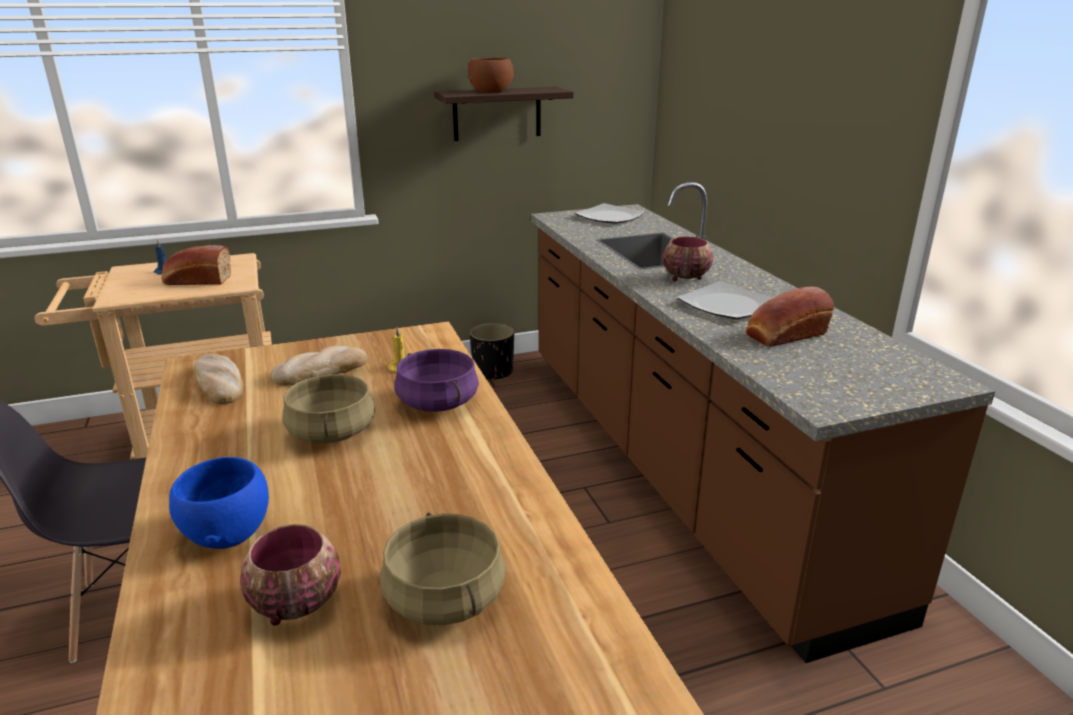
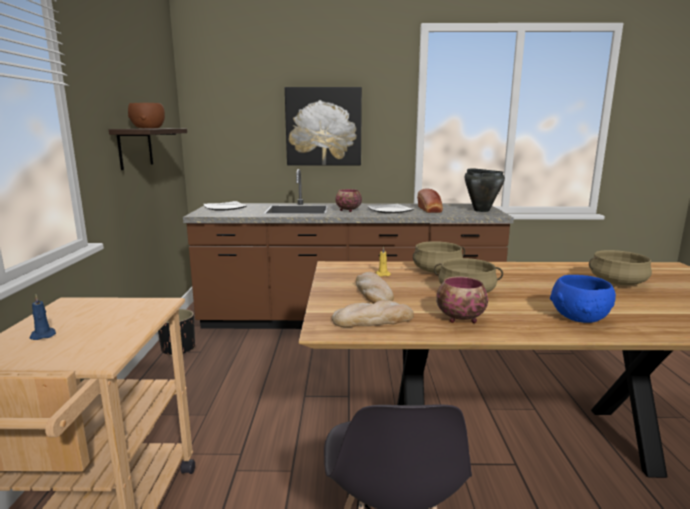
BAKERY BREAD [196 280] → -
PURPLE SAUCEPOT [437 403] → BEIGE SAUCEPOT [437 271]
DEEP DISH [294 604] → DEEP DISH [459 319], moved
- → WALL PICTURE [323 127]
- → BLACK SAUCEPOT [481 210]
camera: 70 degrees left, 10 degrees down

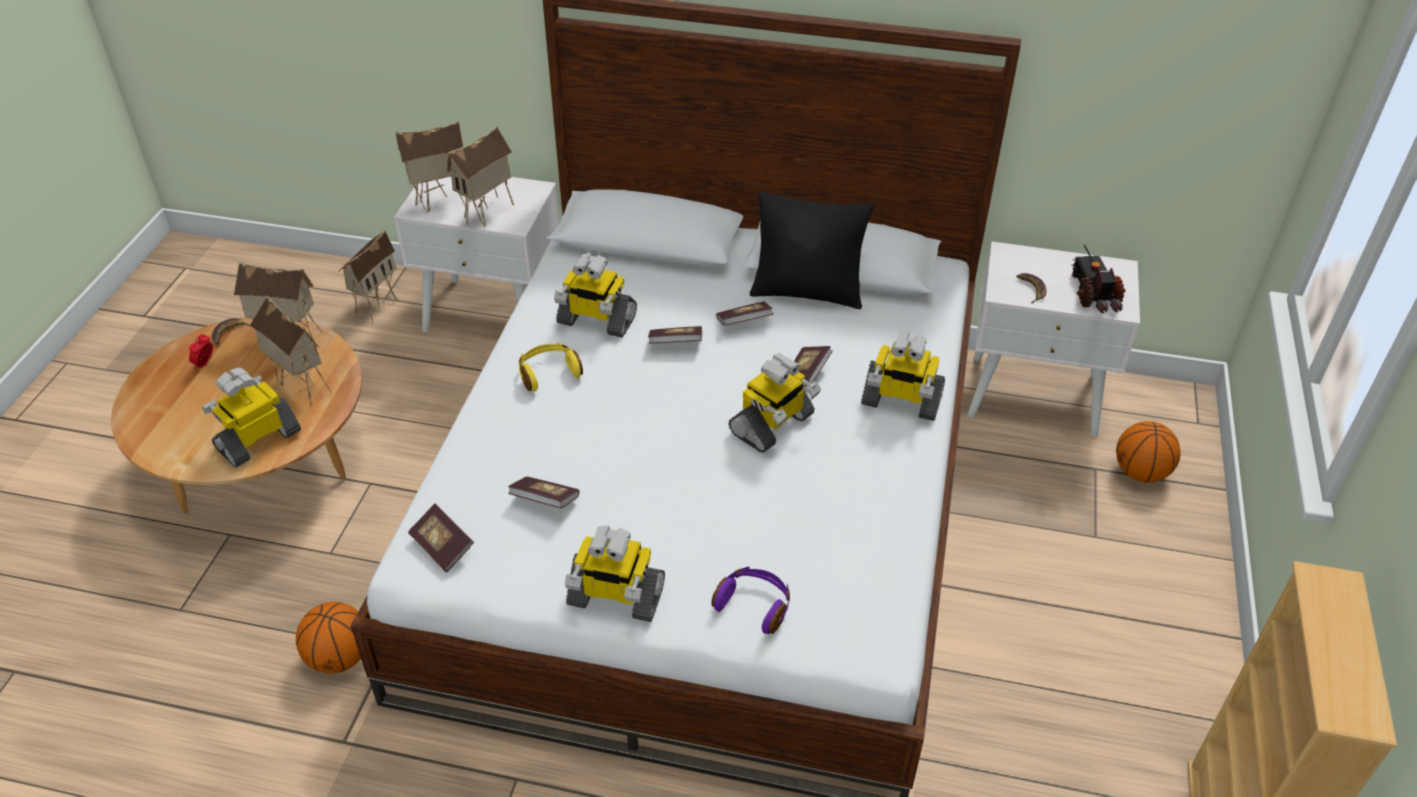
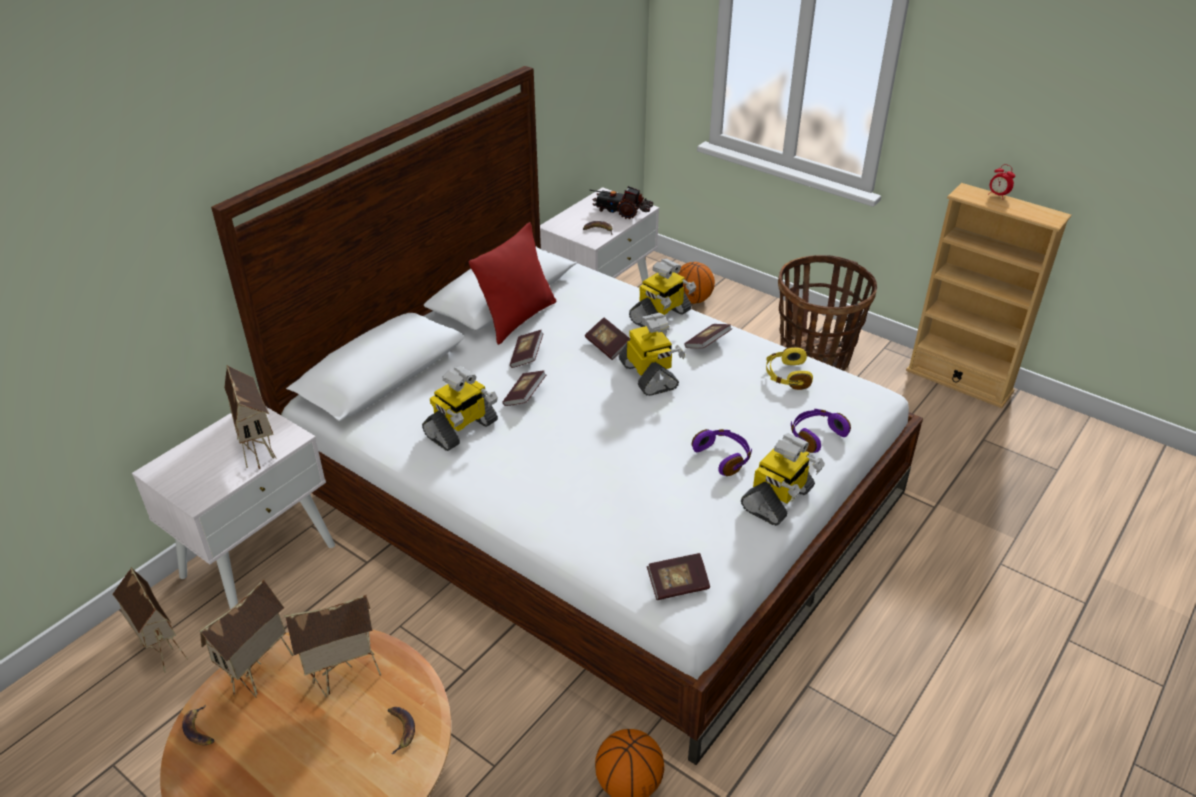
MODEL HOUSE [441 203] → -
BLACK CUSHION [807 293] → RED-COLOURED CUSHION [518 319]
TABLE CLOCK [205 365] → TABLE CLOCK [997 195], moved
YELLOWISH PAIR OF HEADPHONES [549 373] → YELLOWISH PAIR OF HEADPHONES [786 376], moved
MODEL ROBOT [258 439] → BANANA FRUIT [400 729]
BOOK [545 501] → BOOK [707 344], moved
- → HOUSEHOLD BASKET [815 358]
- → PURPLE PAIR OF HEADPHONES [723 457]
camera: 65 degrees left, 5 degrees down

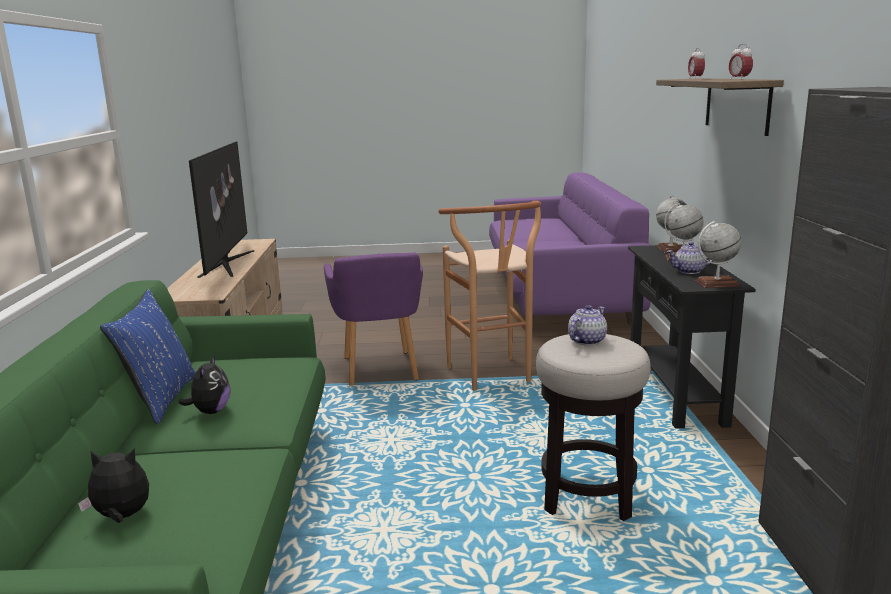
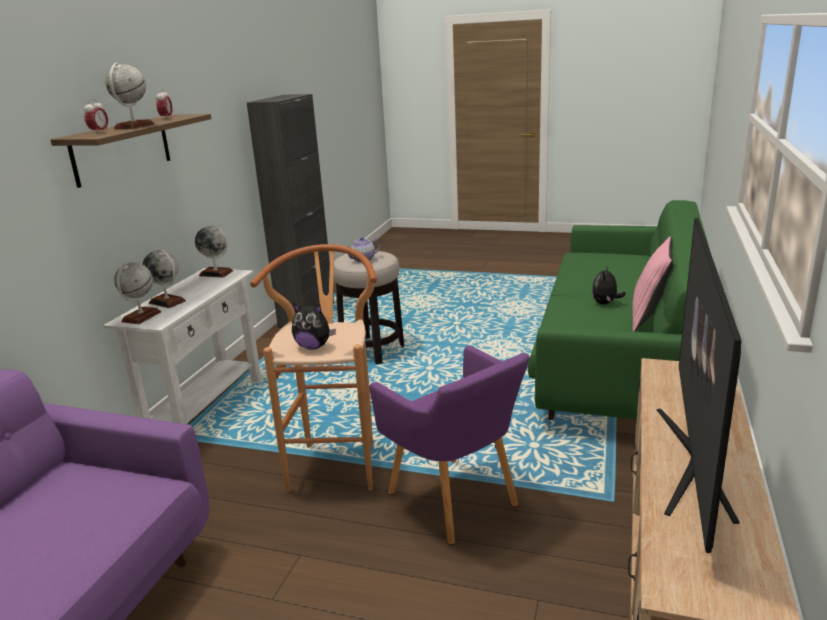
TEAPOT [689 271] → -
BLACK CONSOLE TABLE [675 393] → WHITE-COLOURED CONSOLE TABLE [207 409]
PURPLE ARMCHAIR [379 370] → PURPLE ARMCHAIR [456 502], 135 degrees clockwise
BLUISH CUSHION [160 400] → PINK-COLOURED CUSHION [649 317]
CUDDLY TOY [122 517] → CUDDLY TOY [313 347], moved
- → WORLD GLOBE [134 126]
camera: 160 degrees left, 5 degrees up

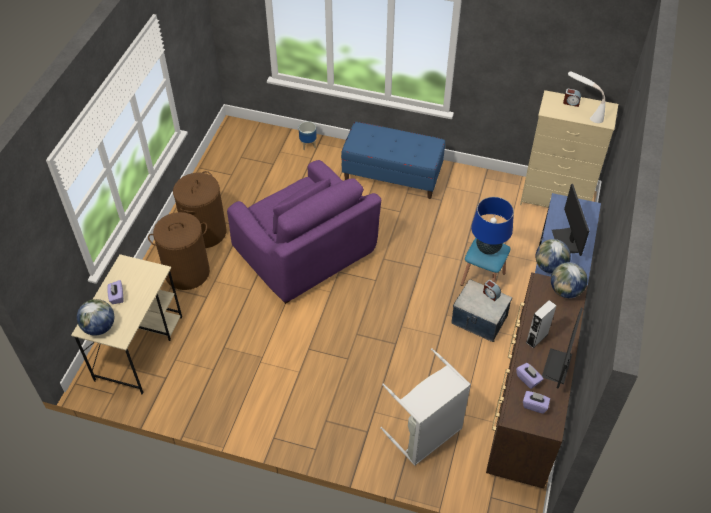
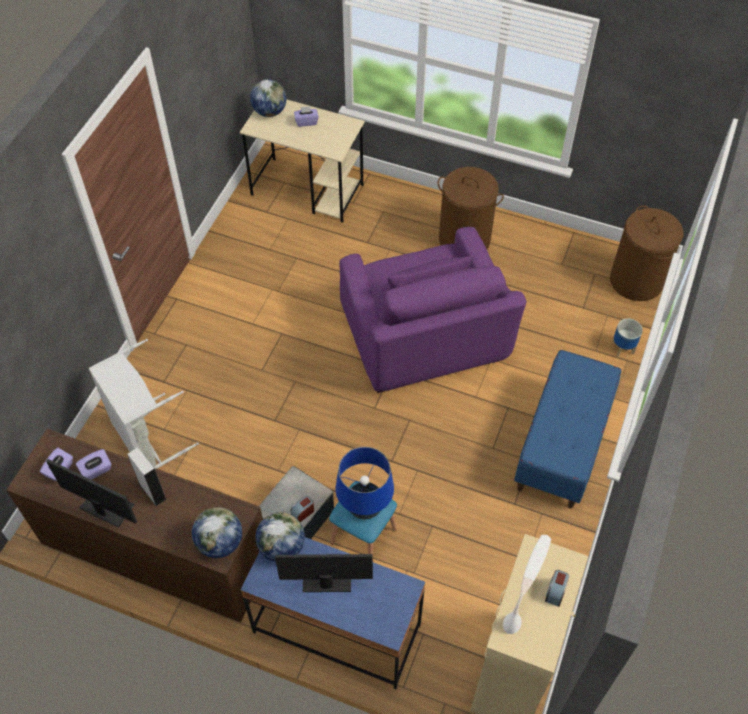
PURPLE ARMCHAIR [306 253] → PURPLE ARMCHAIR [425 337], 75 degrees counterclockwise
BROWN LAUNDRY BASKET [187 272] → BROWN LAUNDRY BASKET [636 281], moved
camera: 95 degrees right, 5 degrees up

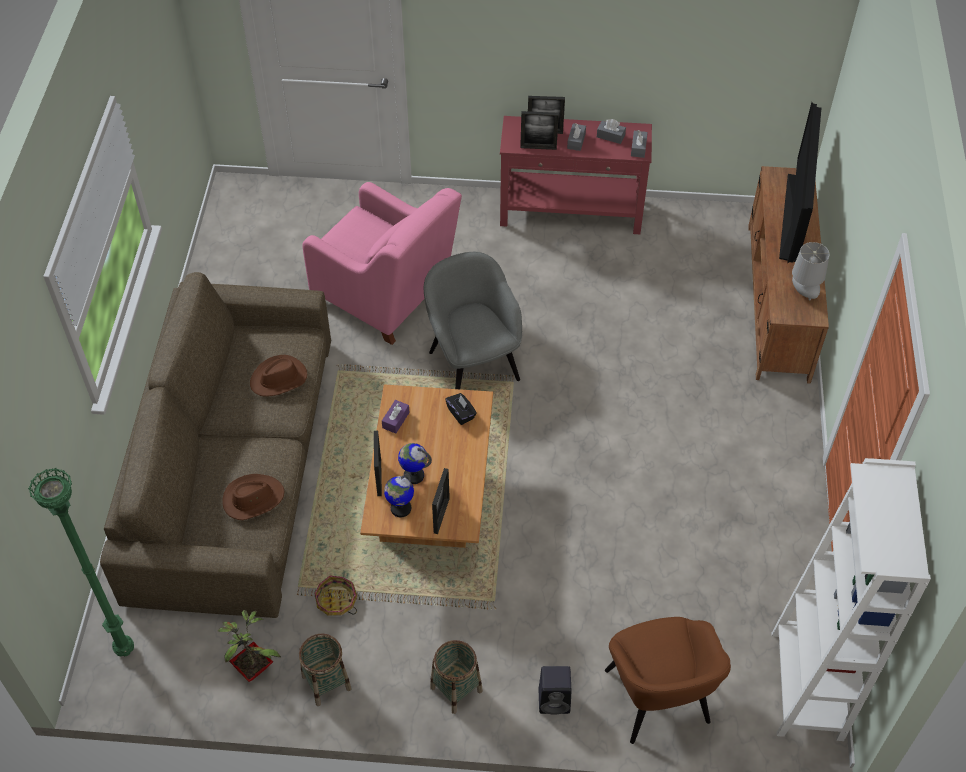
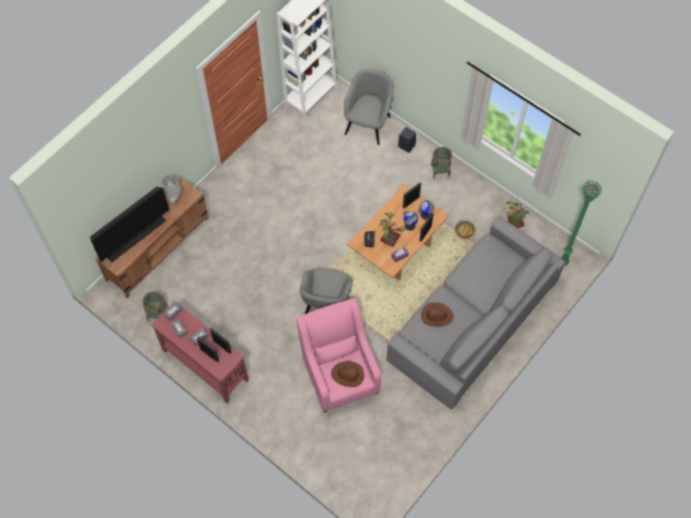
BROWN COUCH [235 467] → GREY COUCH [472 320]
BROWN HAT [253 498] → BROWN HAT [347 375], moved
BROWN ARMCHAIR [658 699] → GREY ARMCHAIR [368 124]
HOUSEHOLD BASKET [326 682] → HOUSEHOLD BASKET [157 314], moved
- → PLANT IN A POT [390 240]
camera: 145 degrees left, 10 degrees up

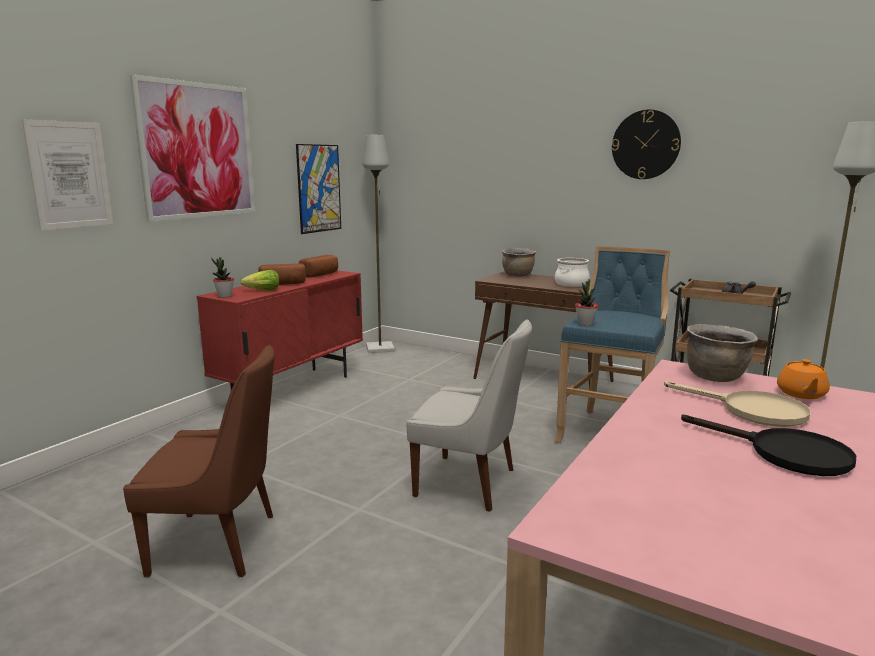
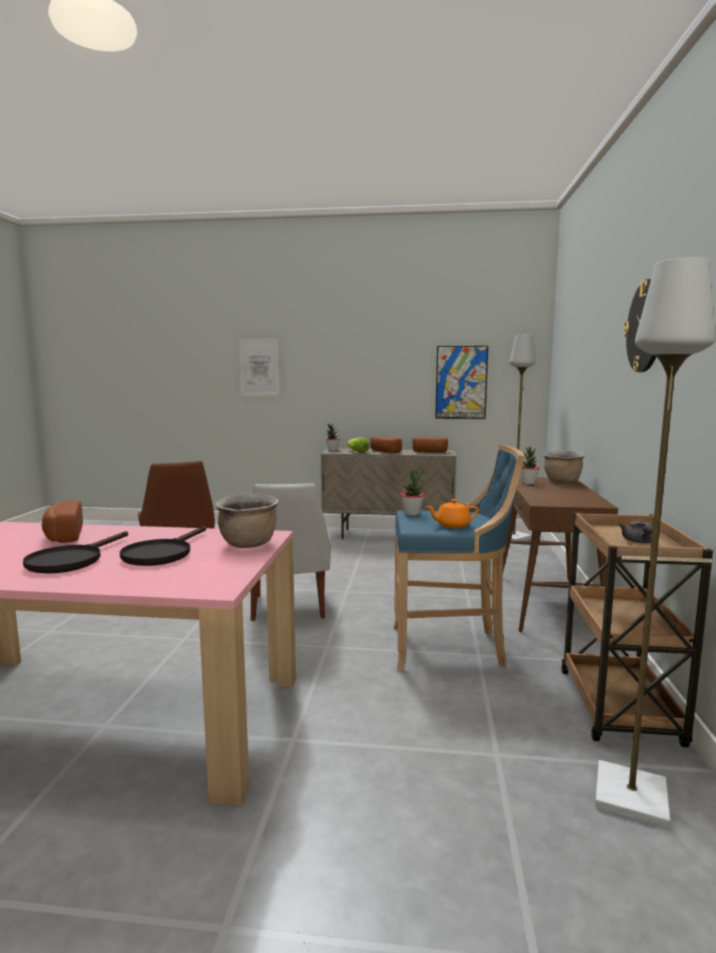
WALL PICTURE [198 151] → -
SAUCEPOT [571 284] → -
RED-COLOURED CABINET [293 389] → BEIGE CABINET [388 535]
ORANGE TEAPOT [801 394] → ORANGE TEAPOT [452 525], moved
BEIGE FRYING PAN [751 411] → BLACK FRYING PAN [162 553]
- → PLANT IN A POT [528 483]
- → BAKERY BREAD [62 535]
camera: 65 degrees right, 5 degrees down

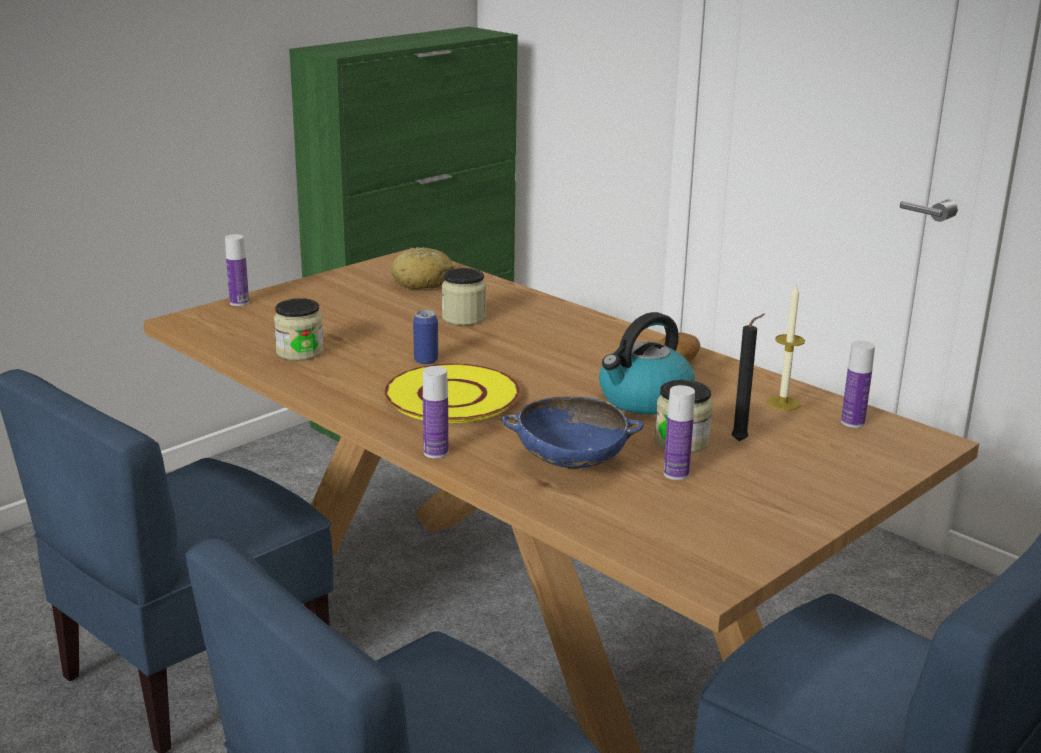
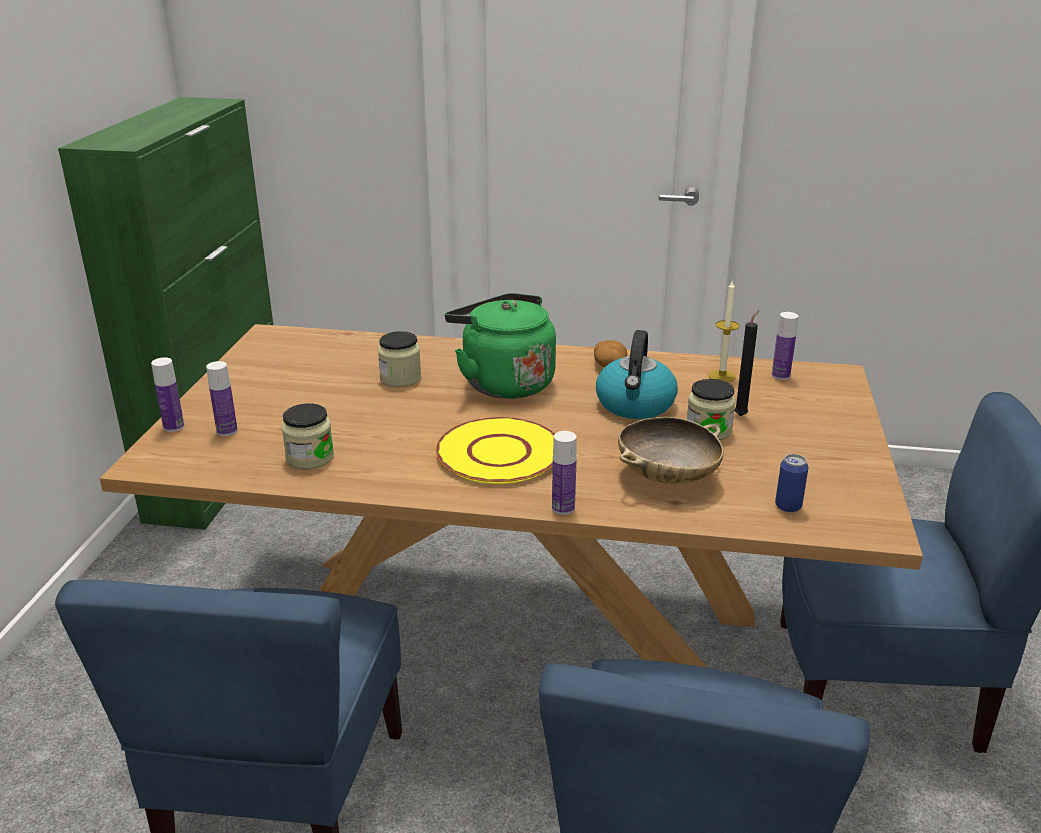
BAKERY BREAD [423 282] → -
SEALED CAN [426 361] → SEALED CAN [788 506], moved
DRINK BOTTLE [676 474] → DRINK BOTTLE [227 431], moved
BLUISH DEEP DISH [571 463] → BEIGE DEEP DISH [667 477]
- → GREEN-COLOURED TEA KETTLE [503 382]
camera: 35 degrees left, 5 degrees up

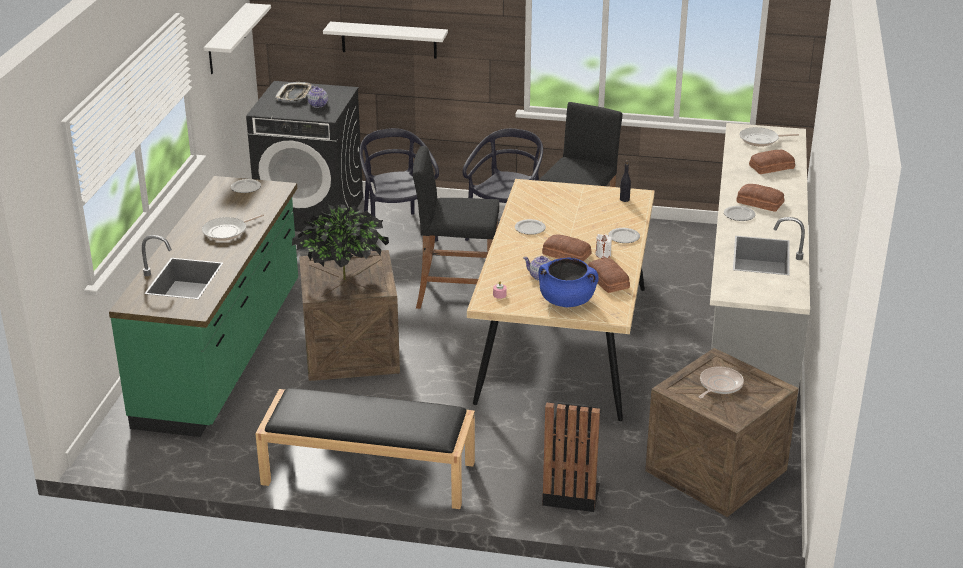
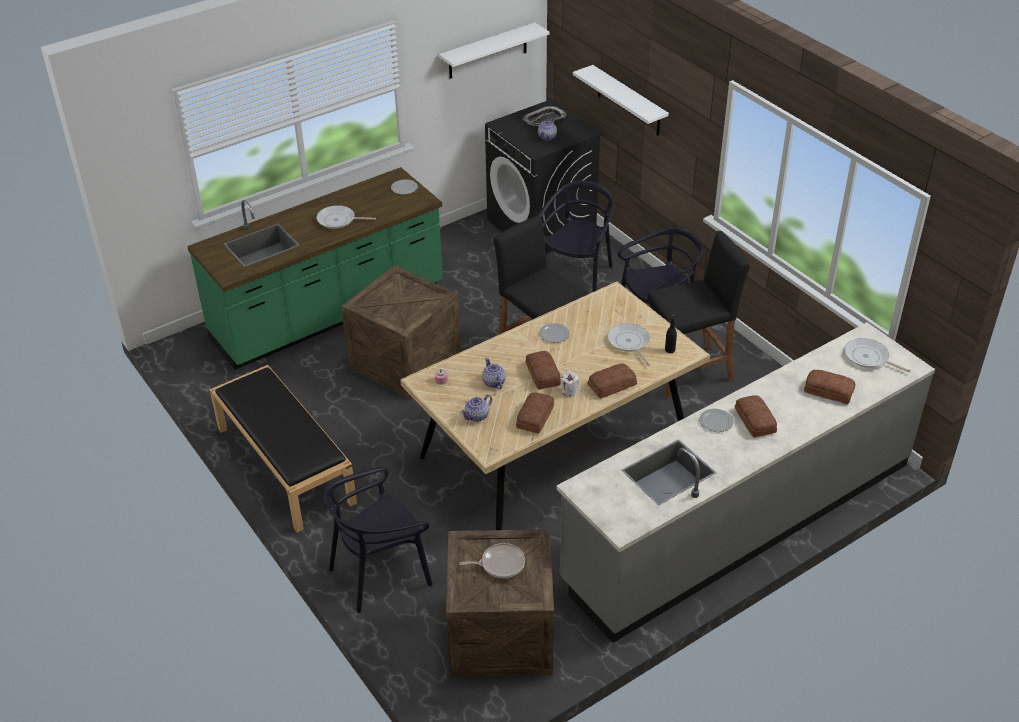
PLANT IN A POT [341 279] → -
FLAT DISH [623 237] → BAKERY BREAD [611 384]
BLUISH SAUCEPOT [567 301] → TEAPOT [477 416]
BLACK WASTE BIN [571 492] → BLACK UPRIGHT CHAIR [380 573]
- → FRYING PAN [629 343]
camera: 45 degrees right, 10 degrees up

